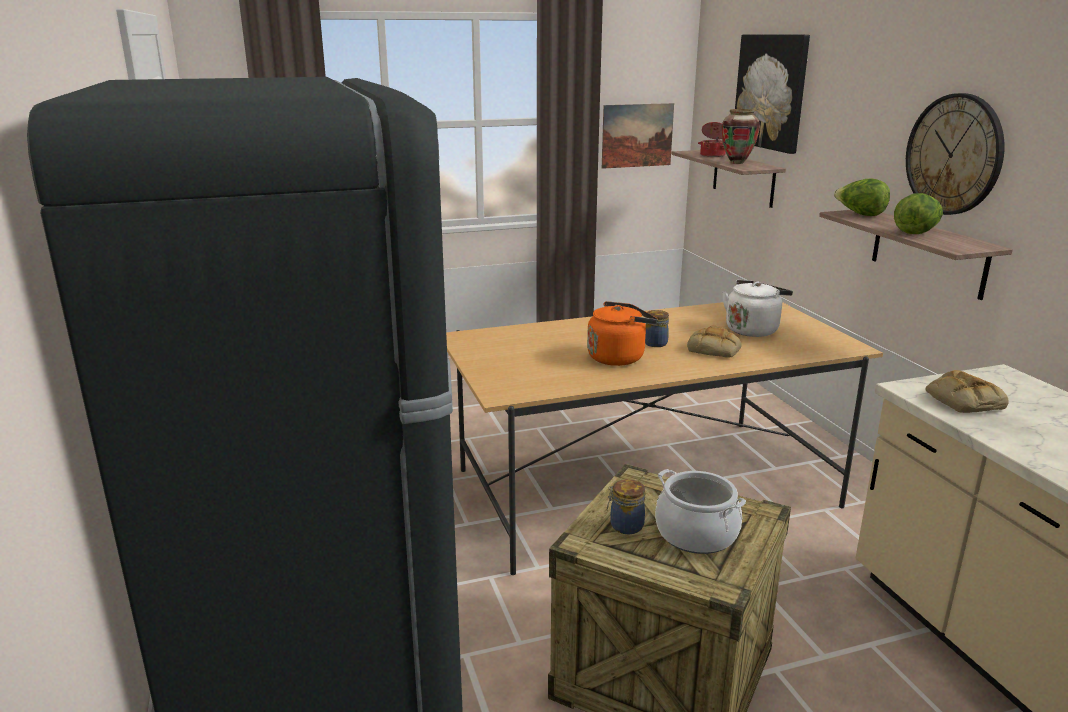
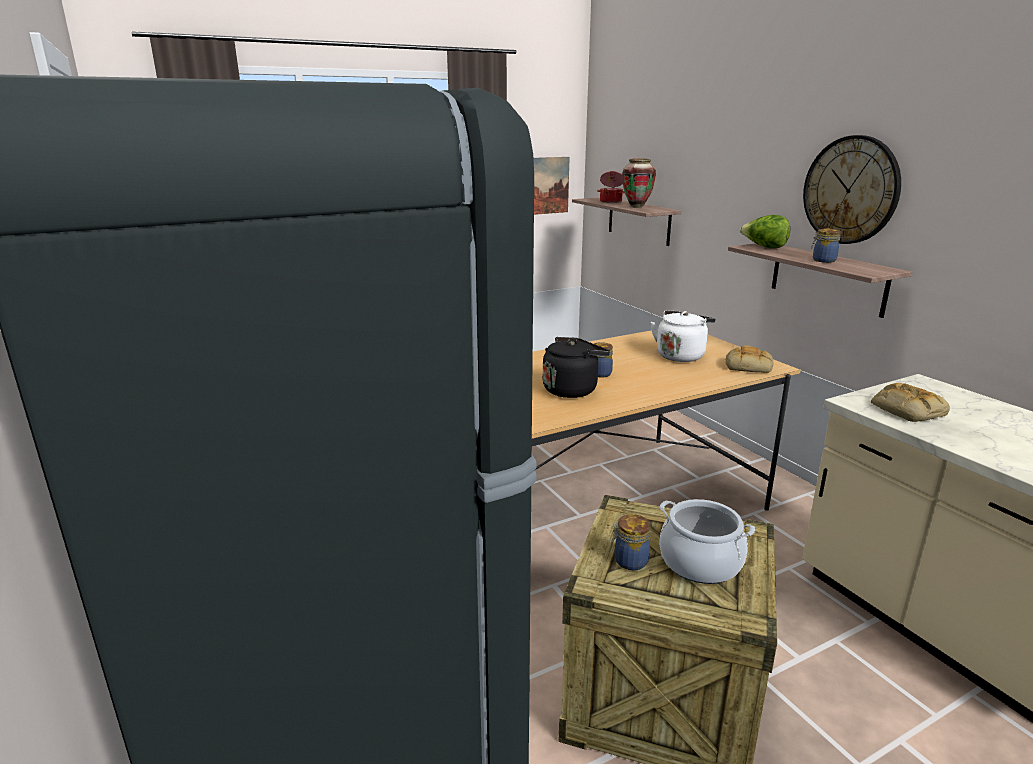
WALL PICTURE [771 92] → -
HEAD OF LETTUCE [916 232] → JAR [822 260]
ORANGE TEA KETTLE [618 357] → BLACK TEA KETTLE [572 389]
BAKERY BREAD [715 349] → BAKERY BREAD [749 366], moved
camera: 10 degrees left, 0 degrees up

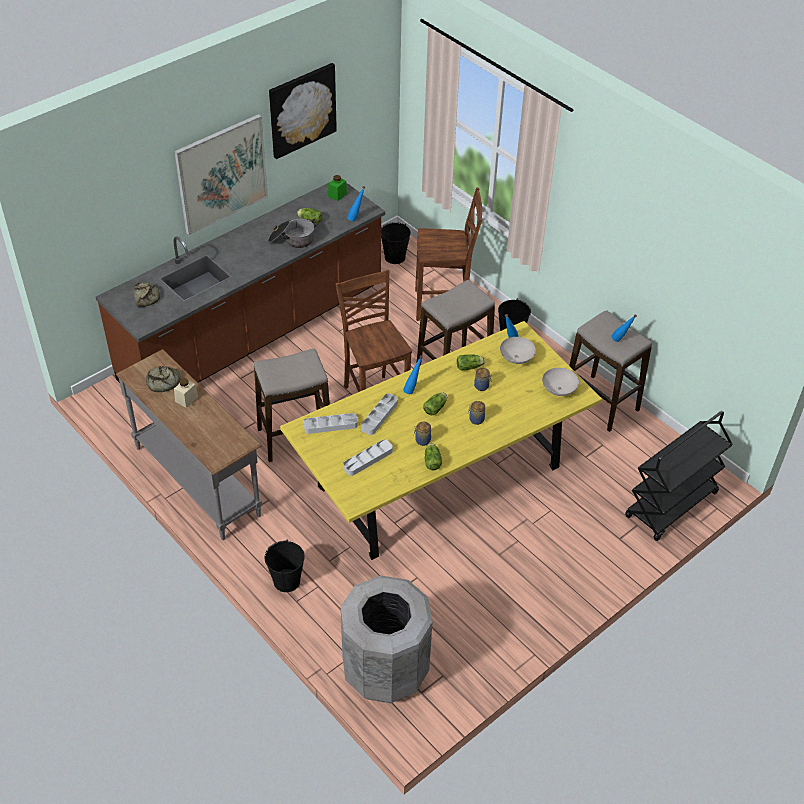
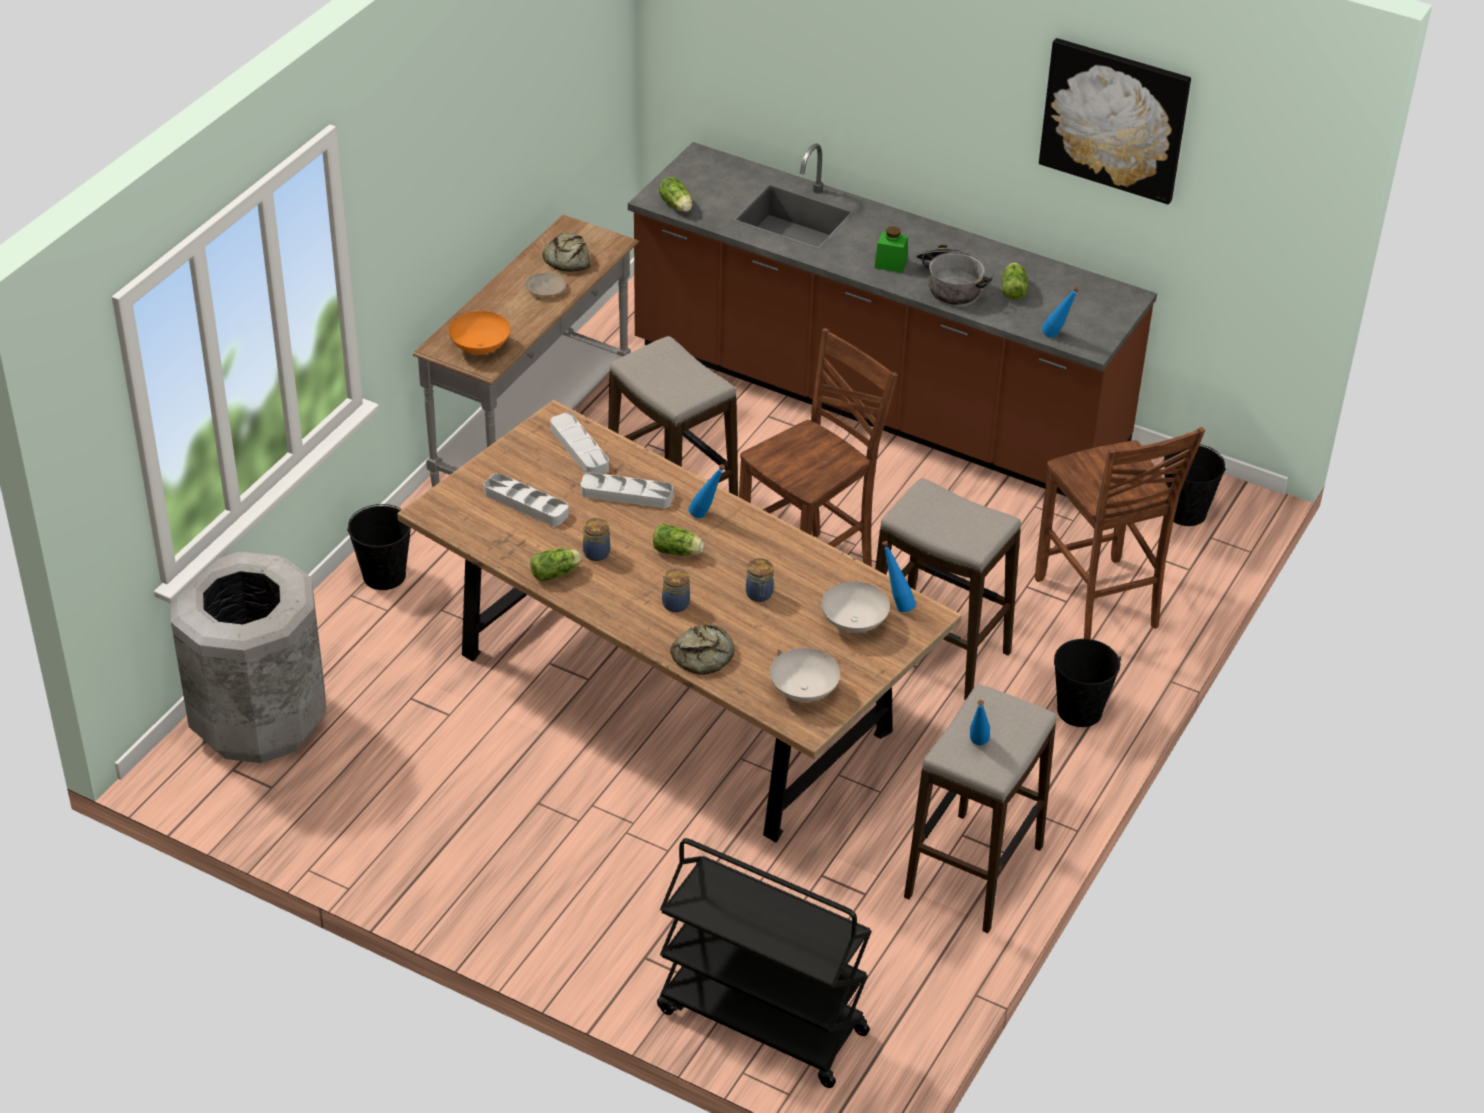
WALL PICTURE [222 174] → -
GREEN-COLOURED JAR [337 195] → GREEN-COLOURED JAR [890 264], moved
BAKERY BREAD [146 296] → BAKERY BREAD [705 656], moved
YELLOWISH KITCHEN TABLE [438 476] → BROWN KITCHEN TABLE [674 692]
HEAD OF LETTUCE [470 367] → HEAD OF LETTUCE [677 206], moved
BEIGE JAR [186 399] → BEIGE FLAT DISH [545 289]
- → ORANGE DEEP DISH [481 348]
camera: 70 degrees right, 5 degrees down

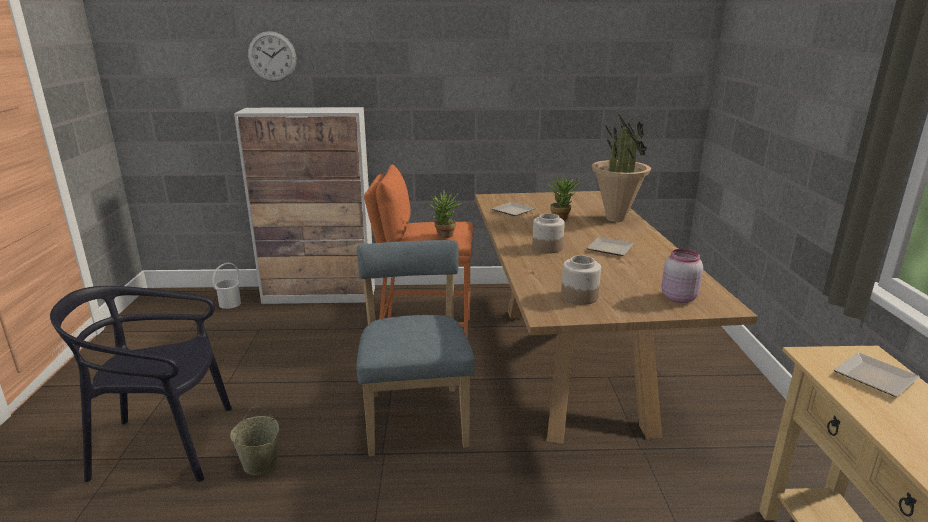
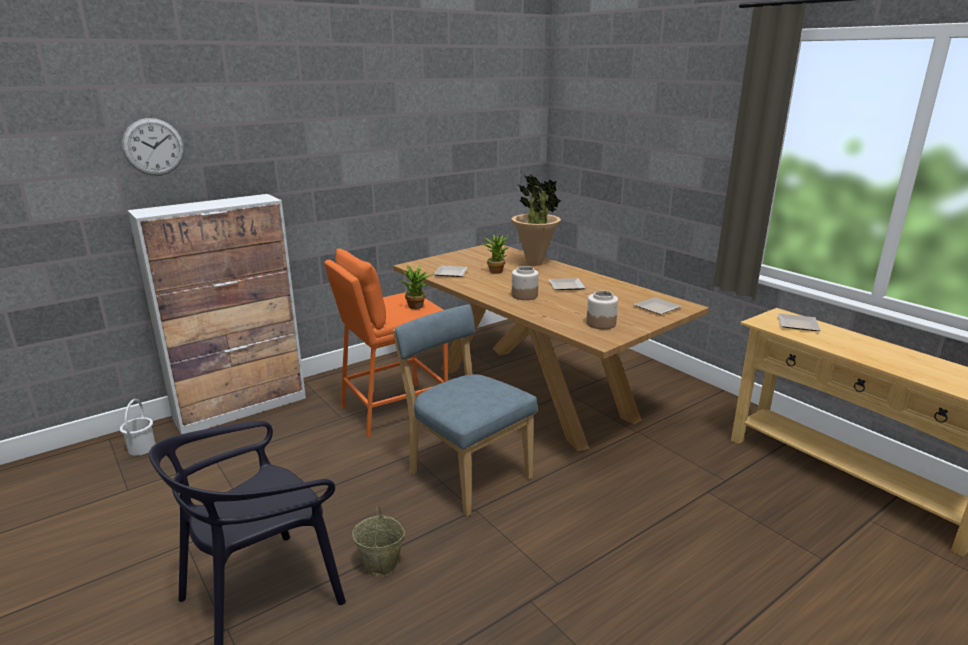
PINK-COLOURED JAR [677 298] → FLAT DISH [655 308]
camera: 35 degrees left, 0 degrees up

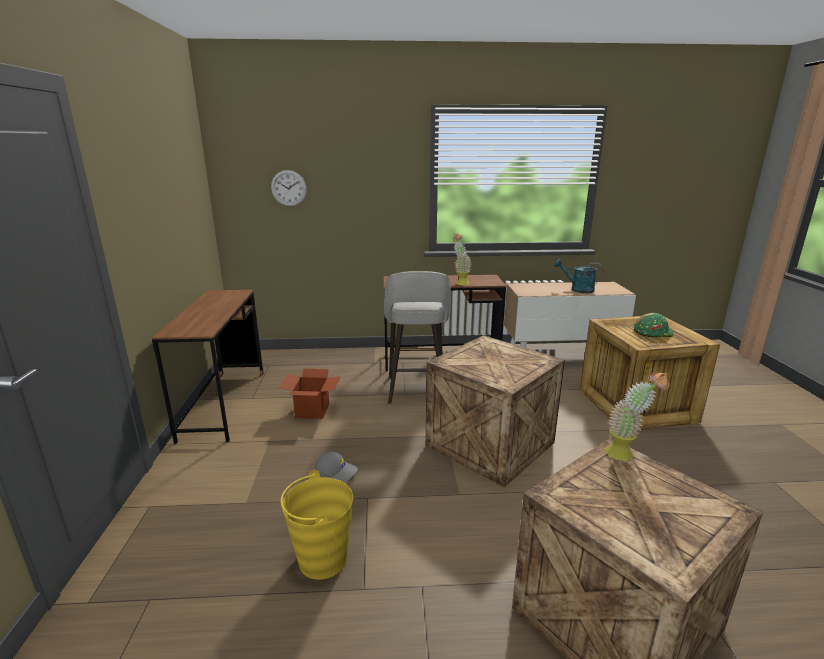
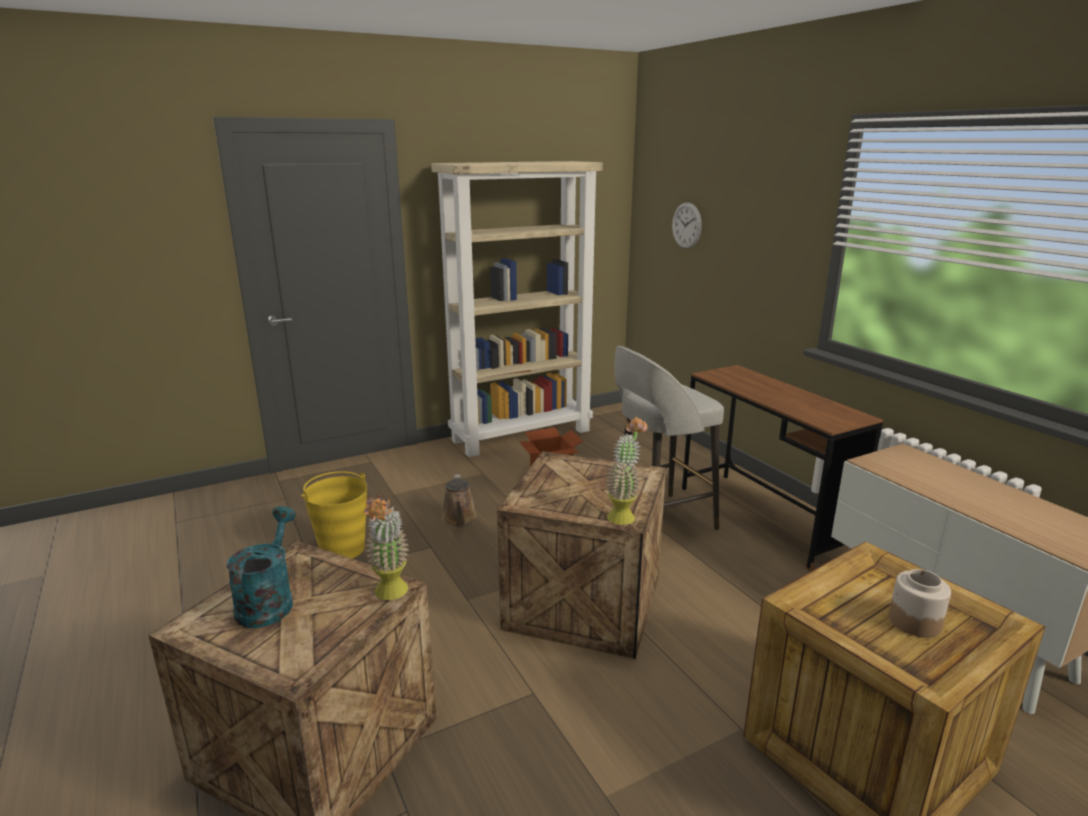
PLANT IN A POT [460 282] → PLANT IN A POT [624 514], moved
TURQUOISE-COLOURED SPRINKLING CAN [578 289] → TURQUOISE-COLOURED SPRINKLING CAN [268 601], moved
BROWN DESK UNIT [224 404] → BEIGE BOOKCASE [522 435]
GREEN-COLOURED SAFETY HELMET [652 332] → JAR [914 621]
GREY CAP [337 472] → BROWN SPRINKLING CAN [459 520]
camera: 65 degrees right, 0 degrees up

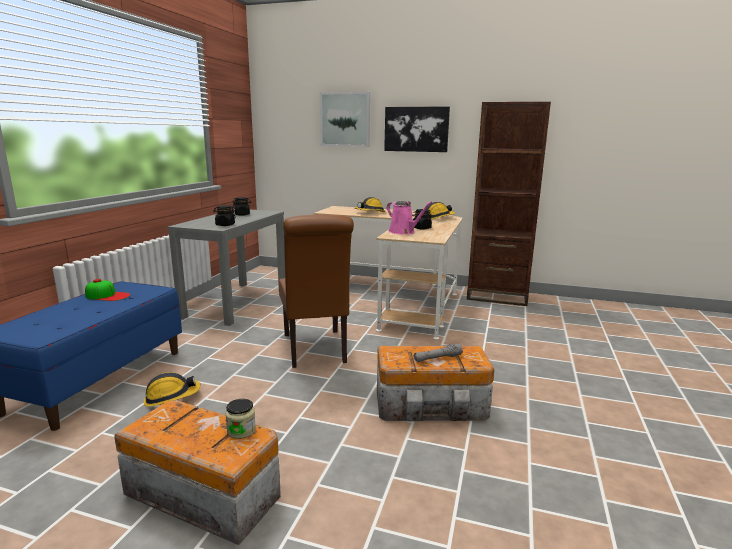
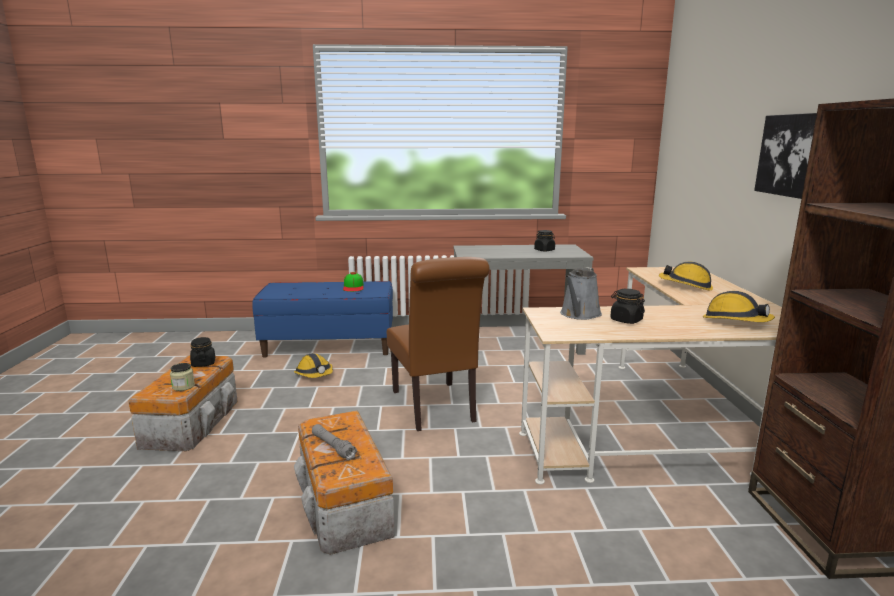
WALL PICTURE [345 119] → -
PINK-COLOURED SPRINKLING CAN [403 232] → GREY SPRINKLING CAN [579 314]
BLACK JAR [225 225] → BLACK JAR [203 363], moved
BROWN UPRIGHT CHAIR [315 350] → BROWN UPRIGHT CHAIR [435 408], 75 degrees counterclockwise
camera: 70 degrees right, 0 degrees up

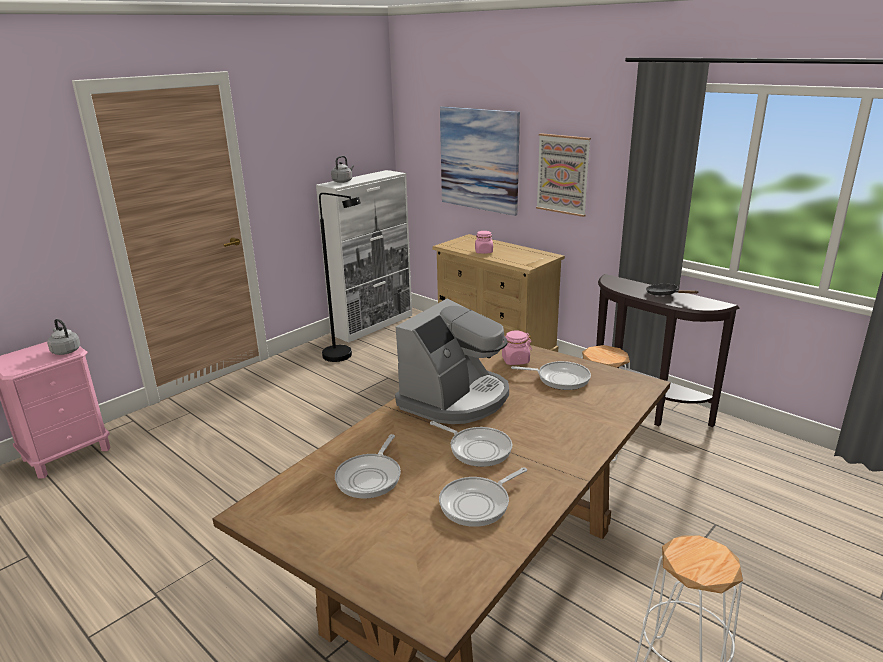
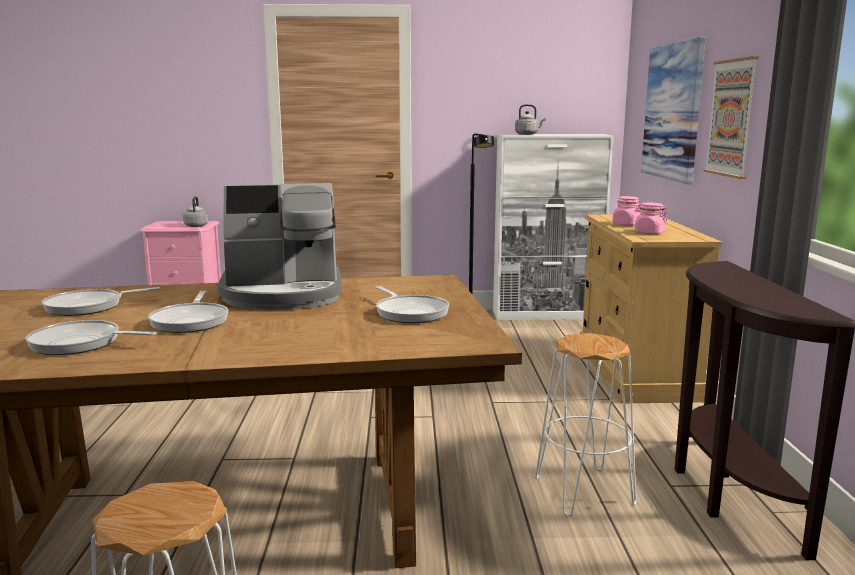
BLACK FRYING PAN [665 294] → -
PINK-COLOURED JAR [515 360] → PINK-COLOURED JAR [649 233], moved
camera: 45 degrees right, 10 degrees down

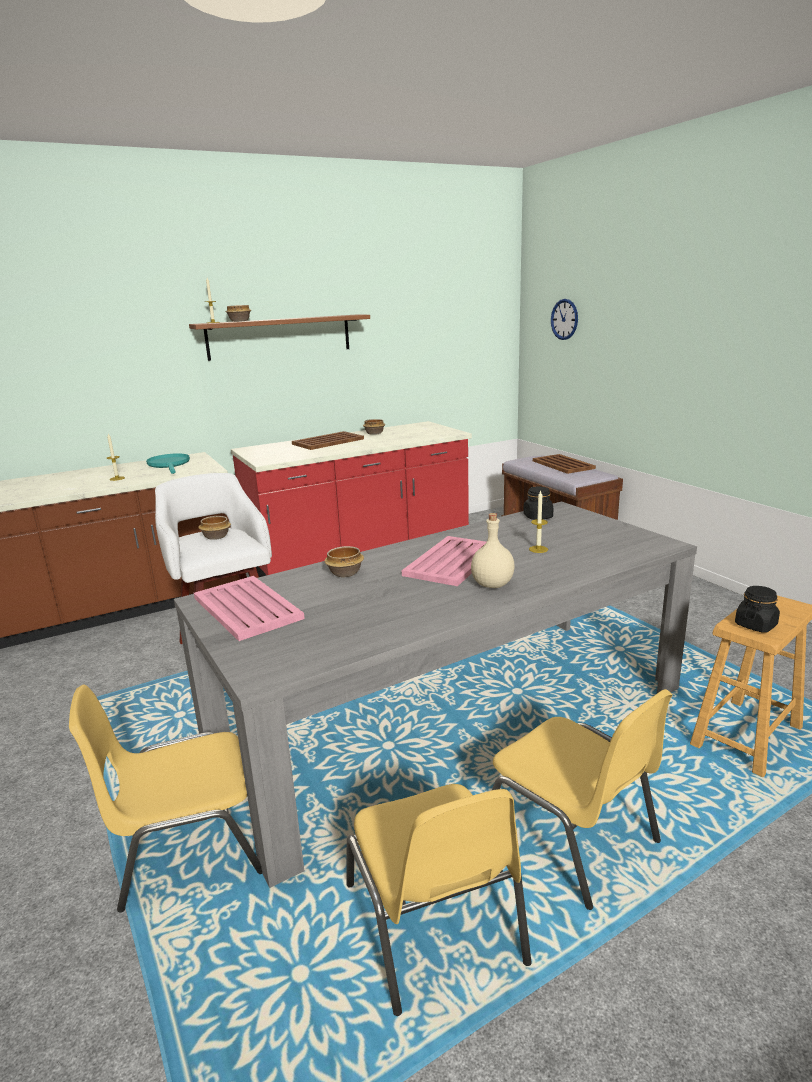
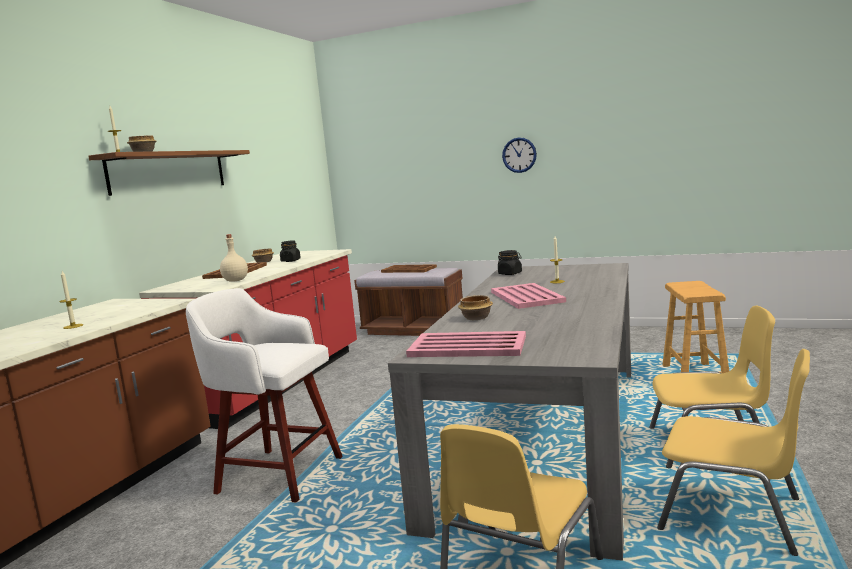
HANGING CLOCK [564 319] → HANGING CLOCK [519 155], moved
TURQUOISE-COLOURED FRYING PAN [169 465] → -
BEIGE DRINK BOTTLE [491 584] → BEIGE DRINK BOTTLE [235 281], moved
DEEP DISH [215 536] → -
BLACK JAR [755 625] → BLACK JAR [290 261], moved
camera: 40 degrees left, 10 degrees down

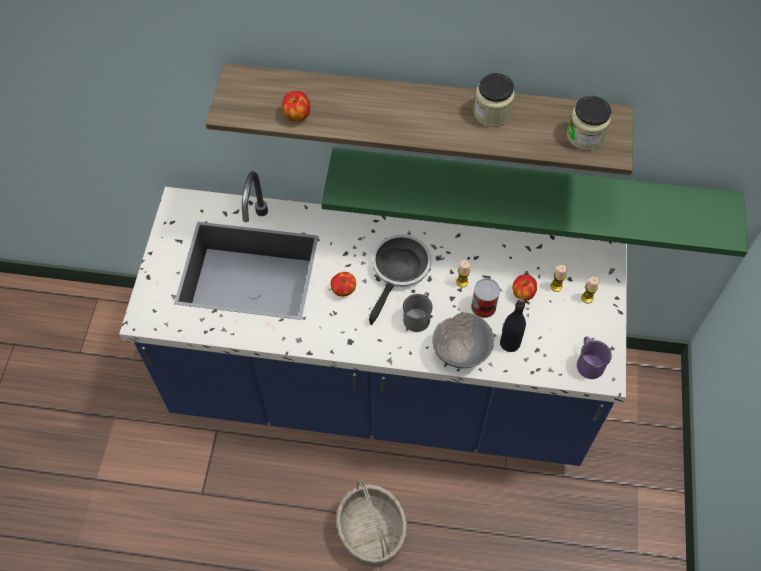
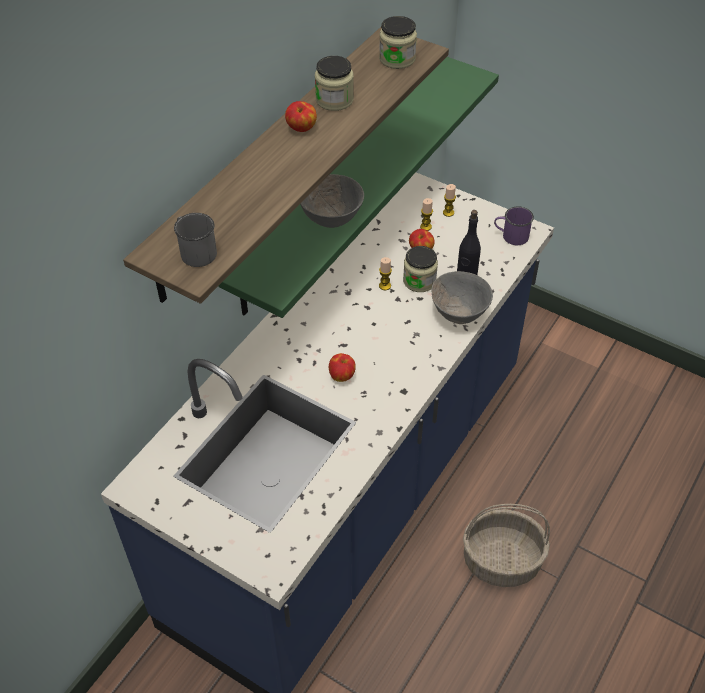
APPLE FRUIT [297 115] → APPLE FRUIT [301 129], moved
FRYING PAN [399 271] → -
SEALED CAN [483 306] → JAR [419 281]
GREY TEA MUG [418 316] → GREY TEA MUG [195 251], moved
- → GREY DEEP DISH [332 218]
camera: 65 degrees left, 10 degrees down

